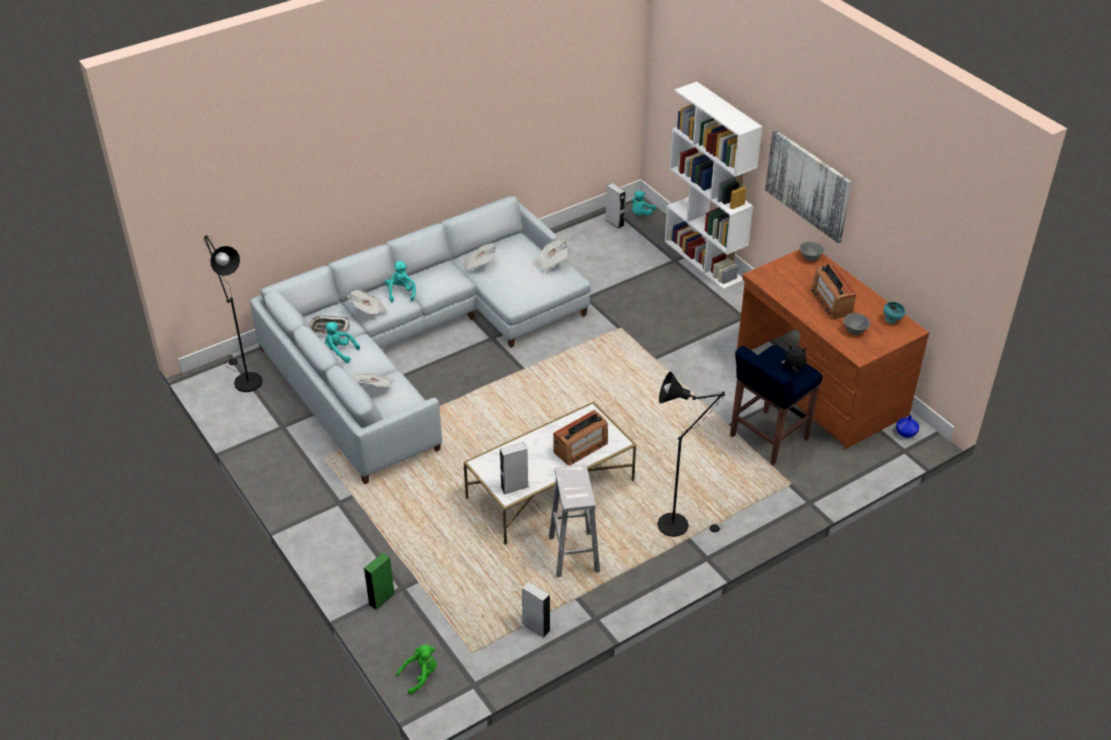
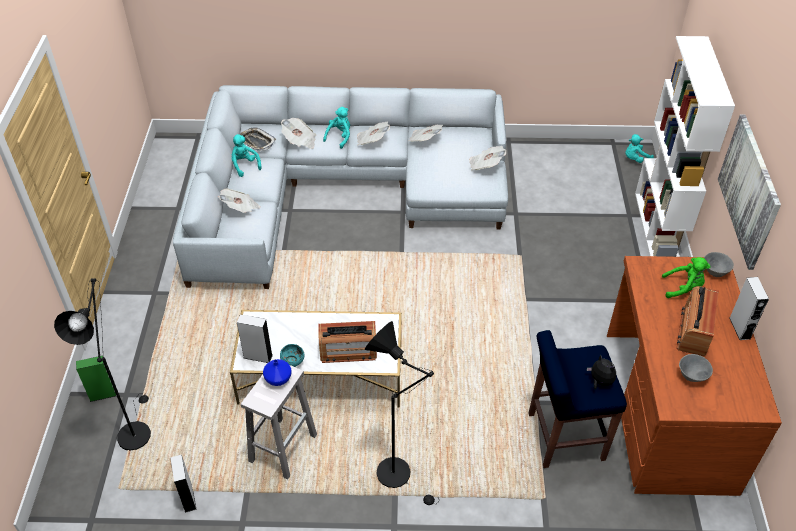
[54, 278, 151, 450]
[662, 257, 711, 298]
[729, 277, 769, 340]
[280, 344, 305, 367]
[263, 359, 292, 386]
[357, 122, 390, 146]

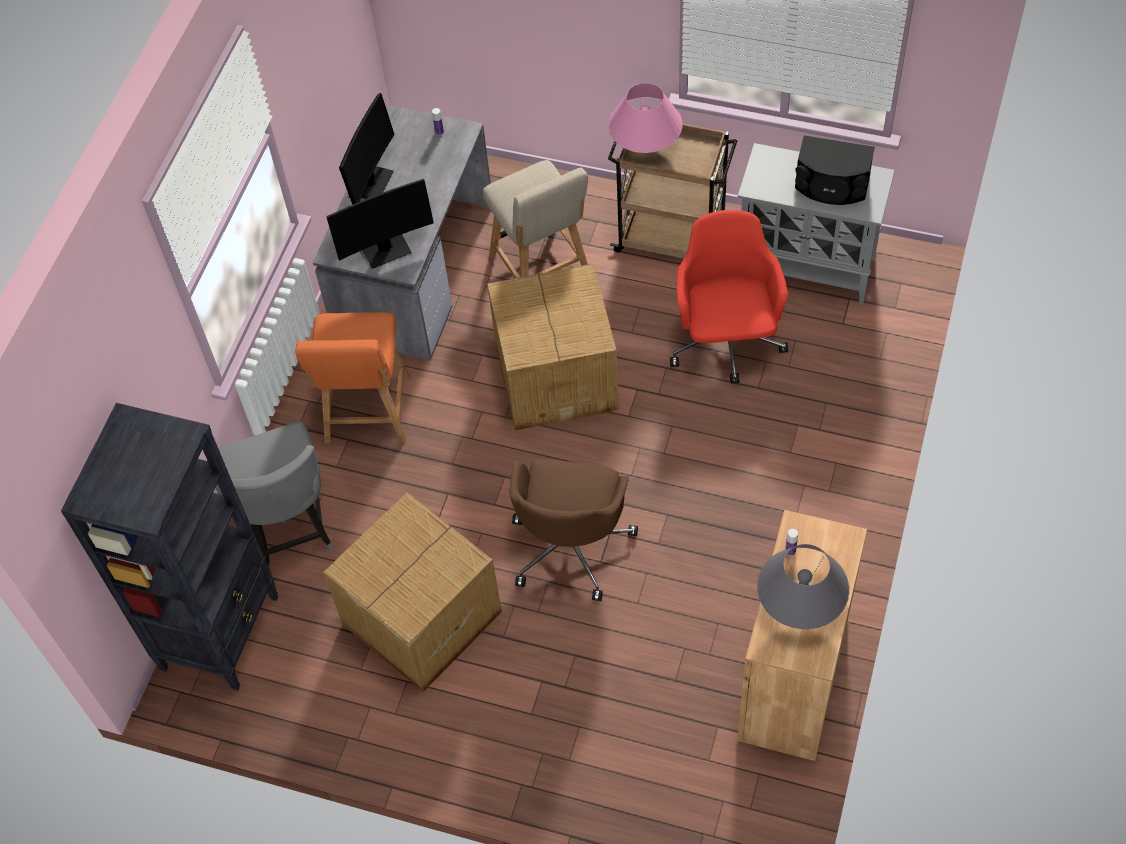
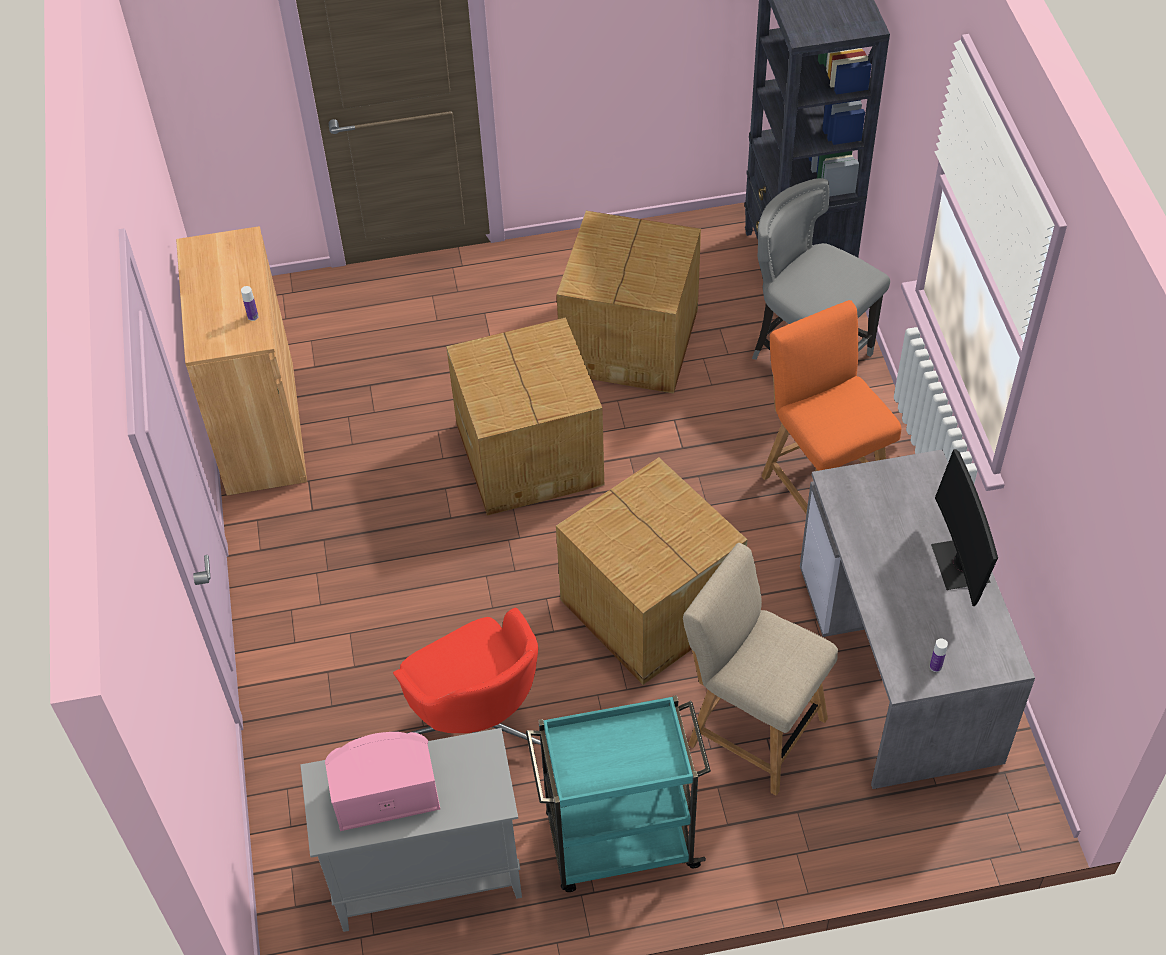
[326, 179, 434, 269] (first image)
[446, 317, 604, 516]
[608, 83, 683, 153] (first image)
[526, 695, 711, 892]
[757, 544, 849, 629] (first image)
[325, 732, 440, 831]

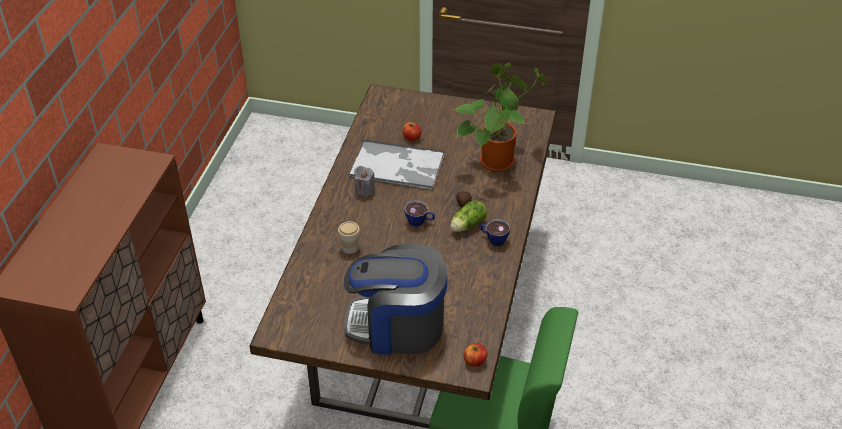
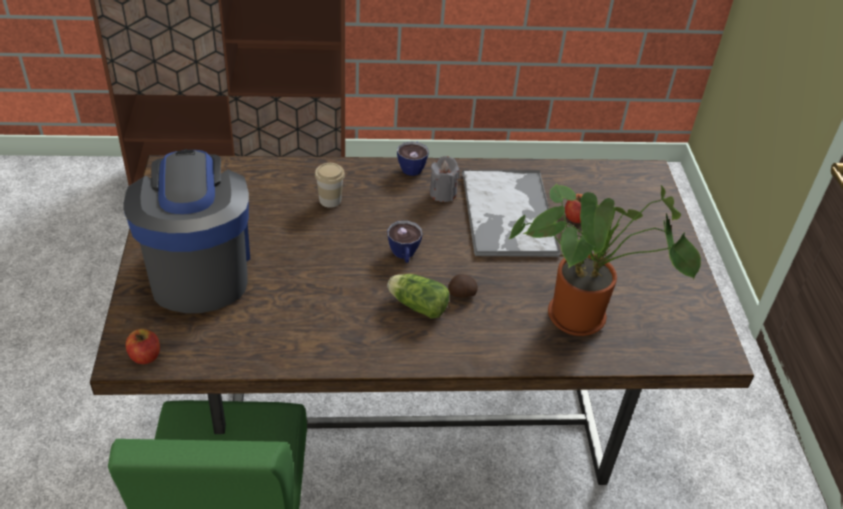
[397, 141, 429, 176]

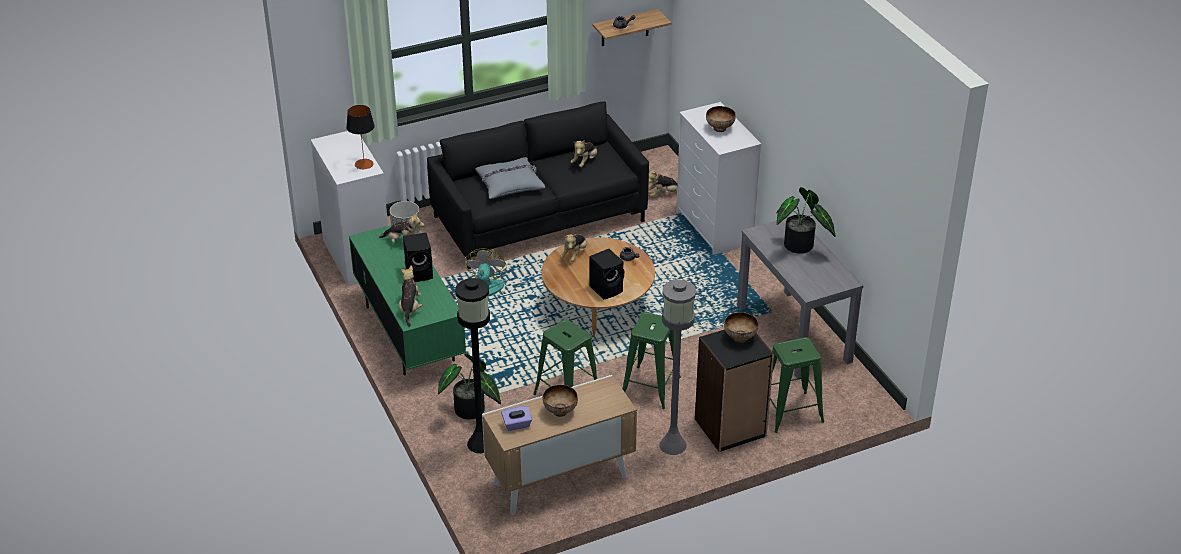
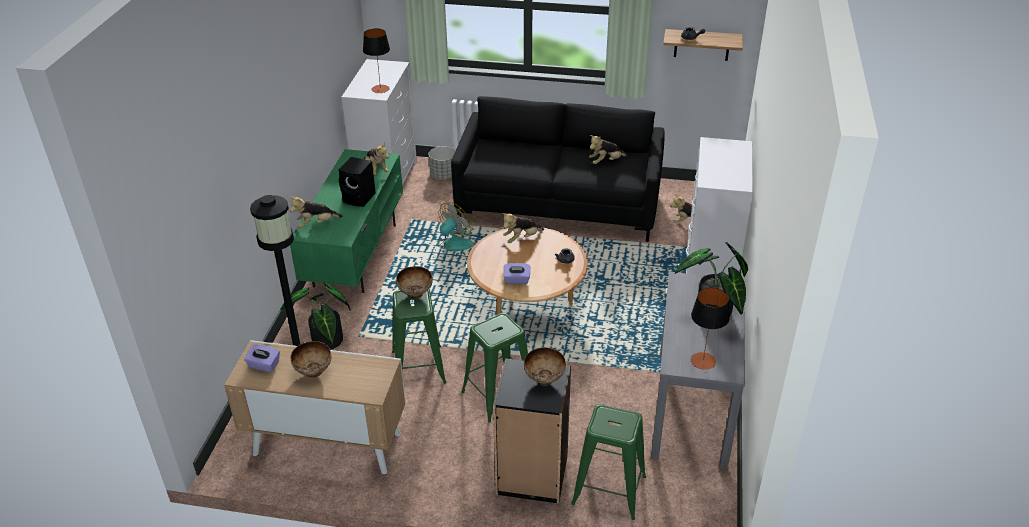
[289, 196, 343, 228]
[475, 157, 545, 199] (first image)
[504, 263, 530, 284]
[659, 280, 696, 455] (first image)
[396, 266, 433, 299]
[691, 287, 730, 370]

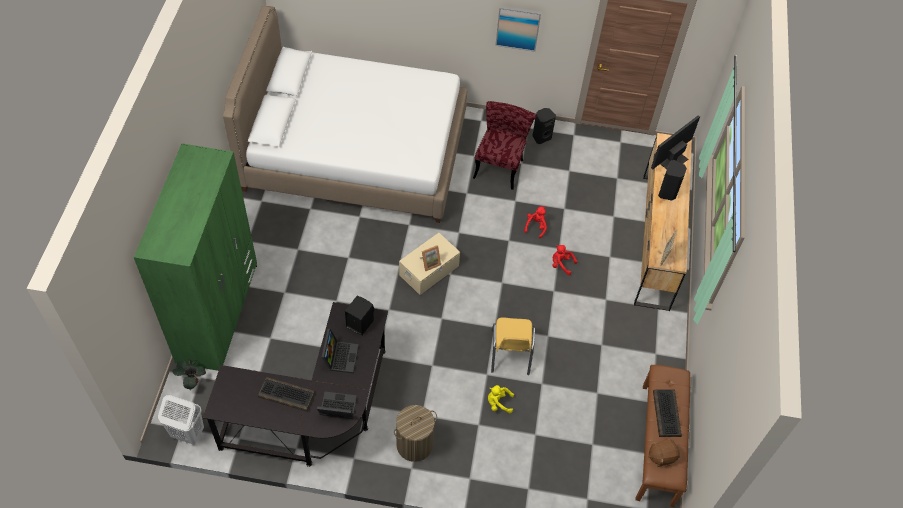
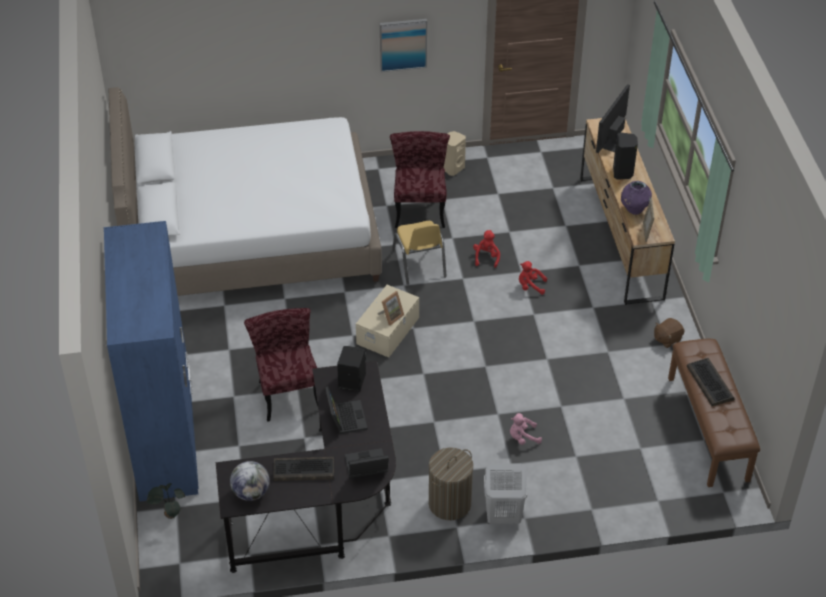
[104, 221, 199, 502]
[484, 464, 527, 524]
[510, 413, 542, 445]
[392, 221, 447, 285]
[444, 131, 466, 176]
[654, 318, 684, 348]
[230, 461, 270, 501]
[244, 308, 318, 422]
[621, 181, 652, 215]

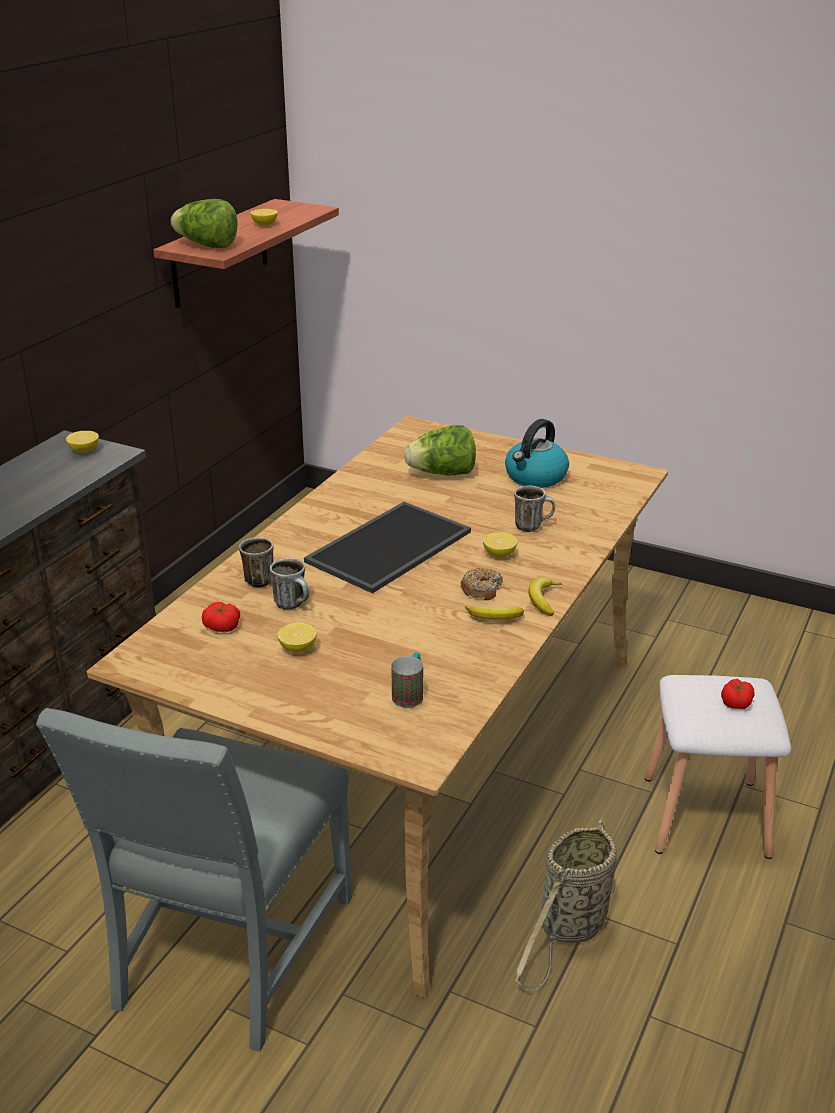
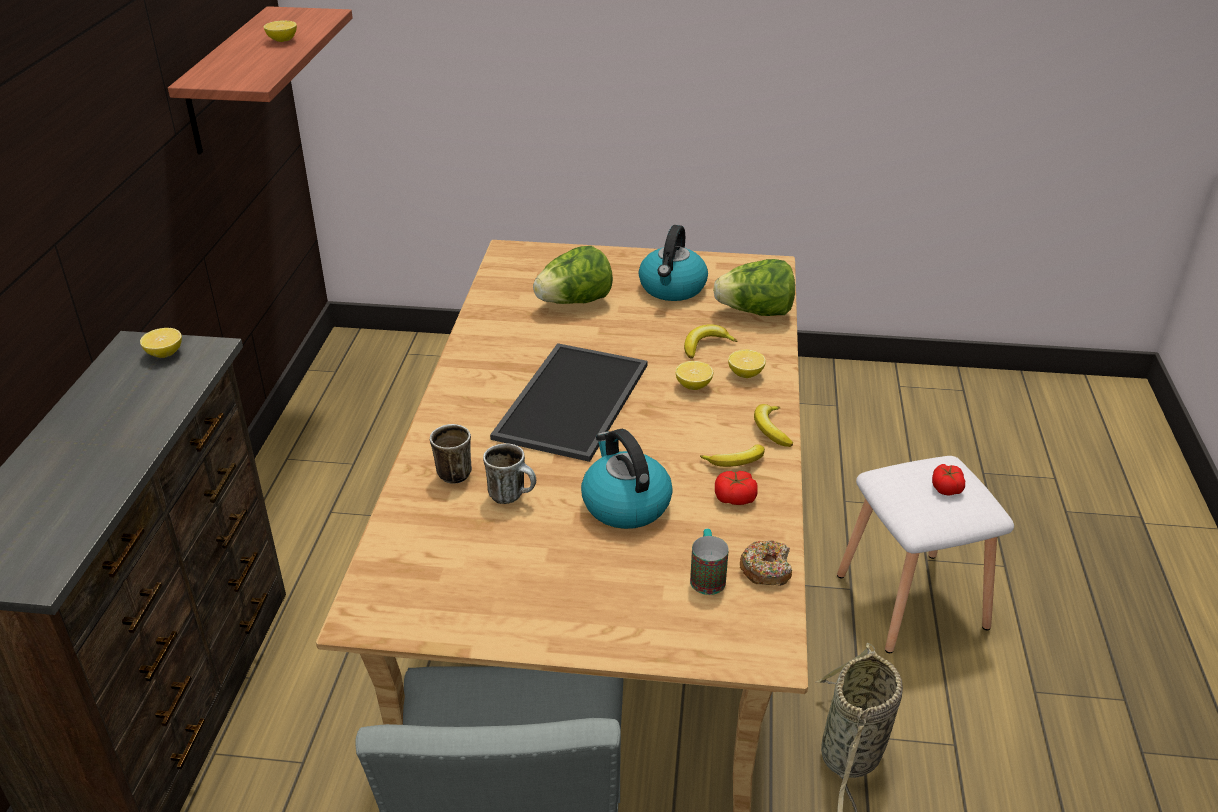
[713, 259, 795, 316]
[715, 471, 758, 505]
[728, 350, 766, 378]
[740, 540, 792, 586]
[684, 324, 737, 359]
[581, 429, 673, 529]

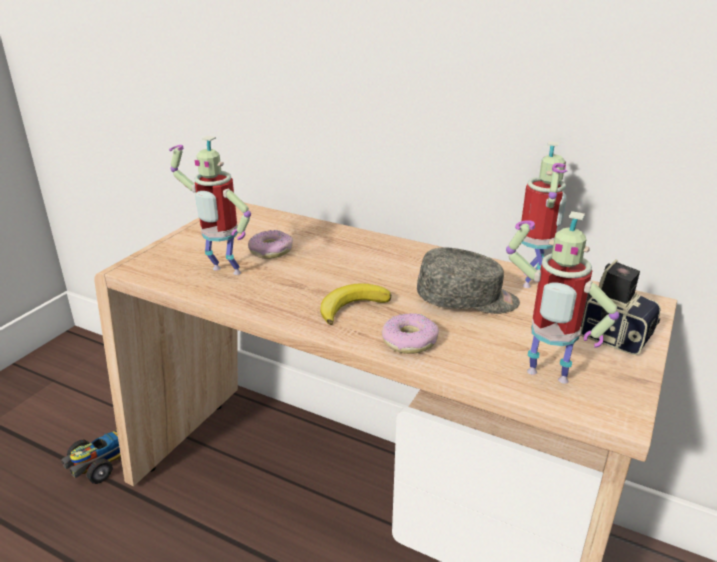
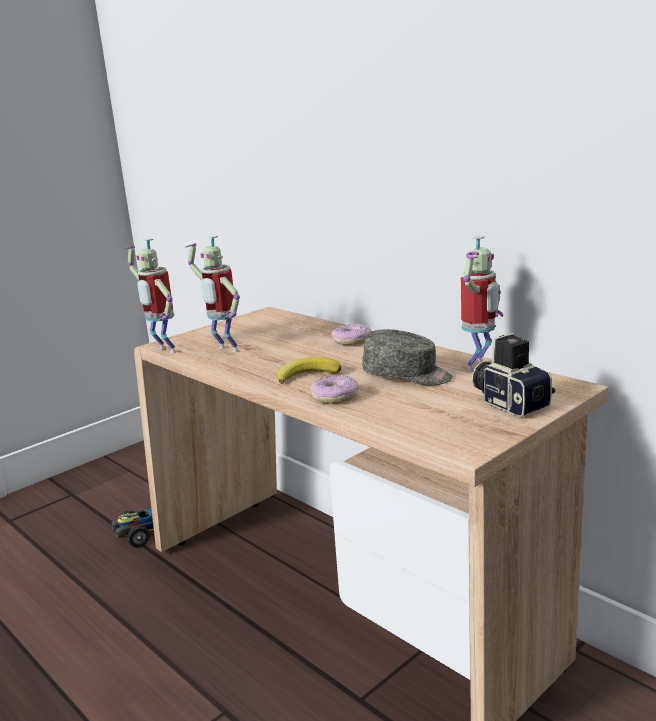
[332, 323, 371, 345]
[125, 238, 176, 353]

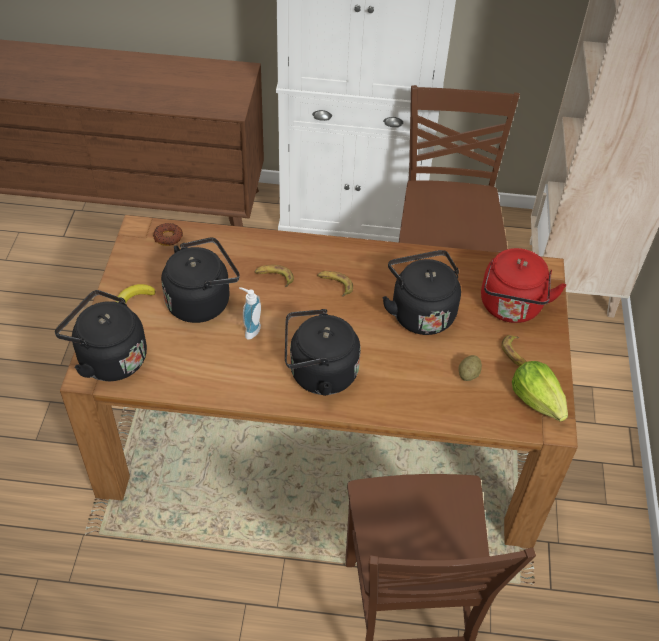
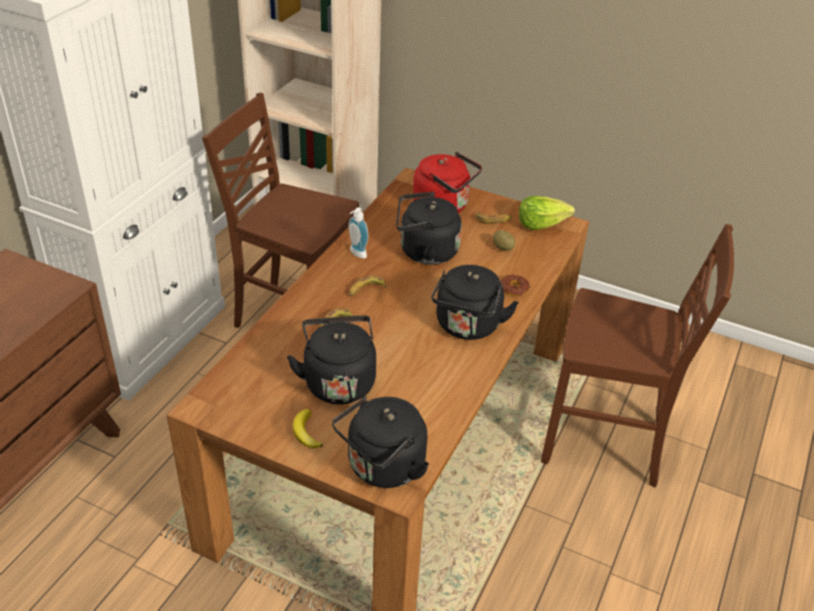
[500, 275, 530, 296]
[348, 207, 369, 258]

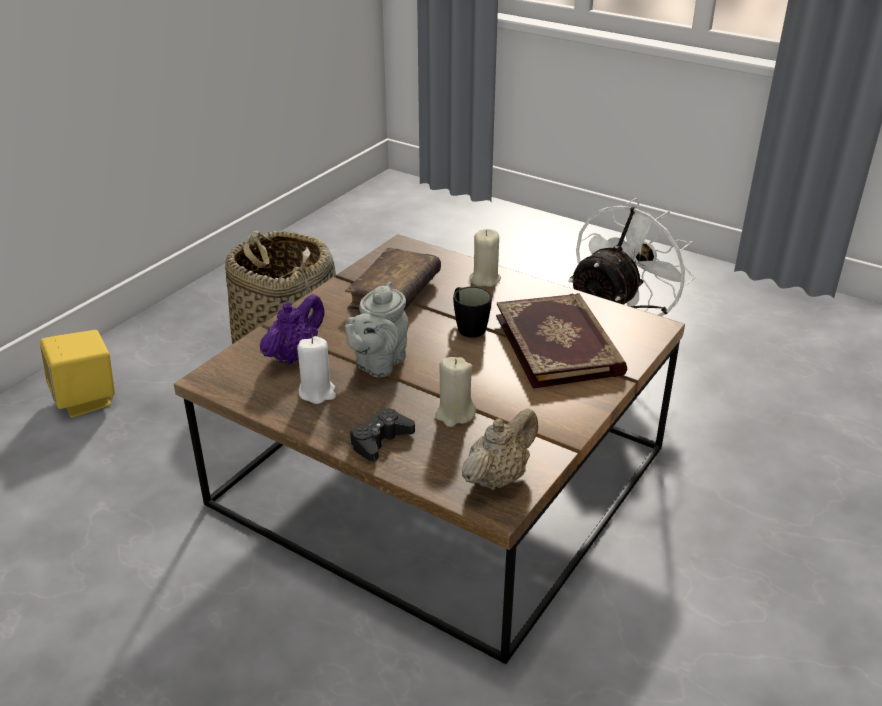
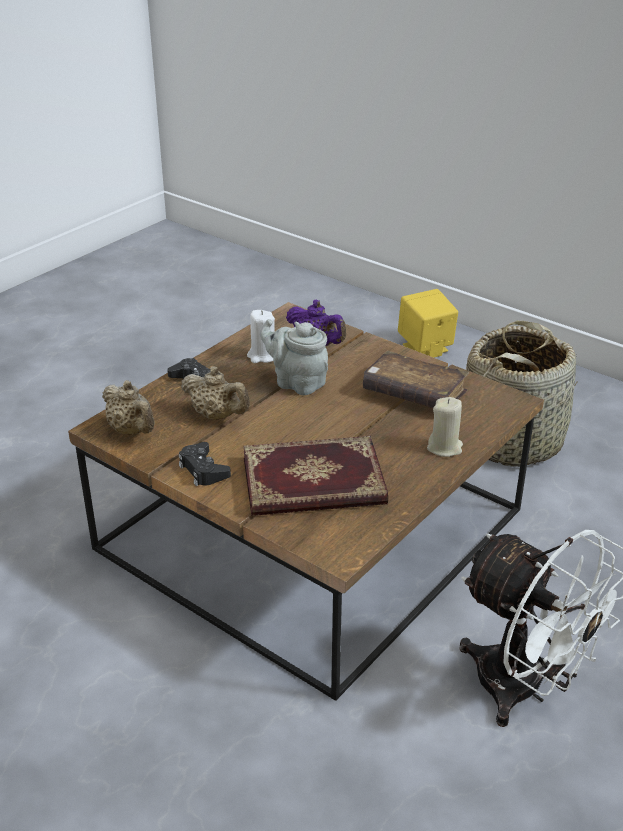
[181, 366, 250, 420]
[453, 286, 492, 338] (first image)
[179, 442, 231, 486]

